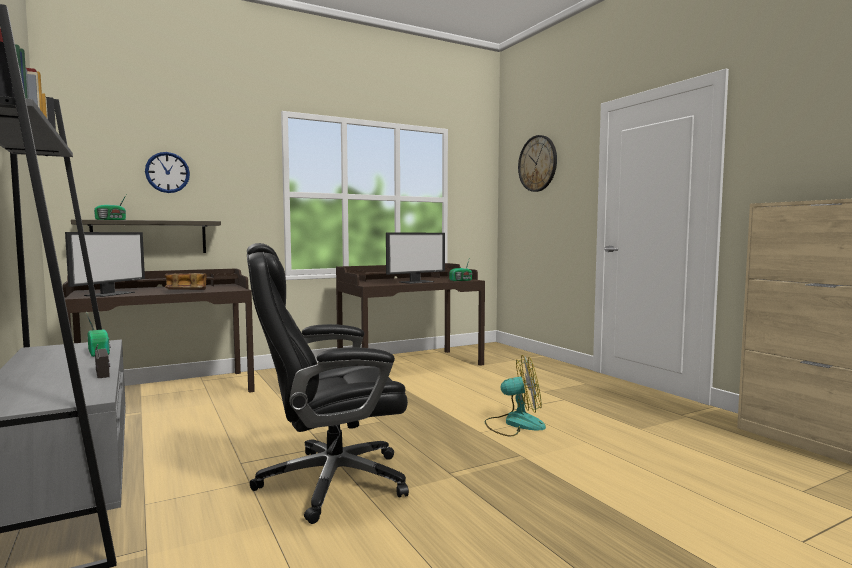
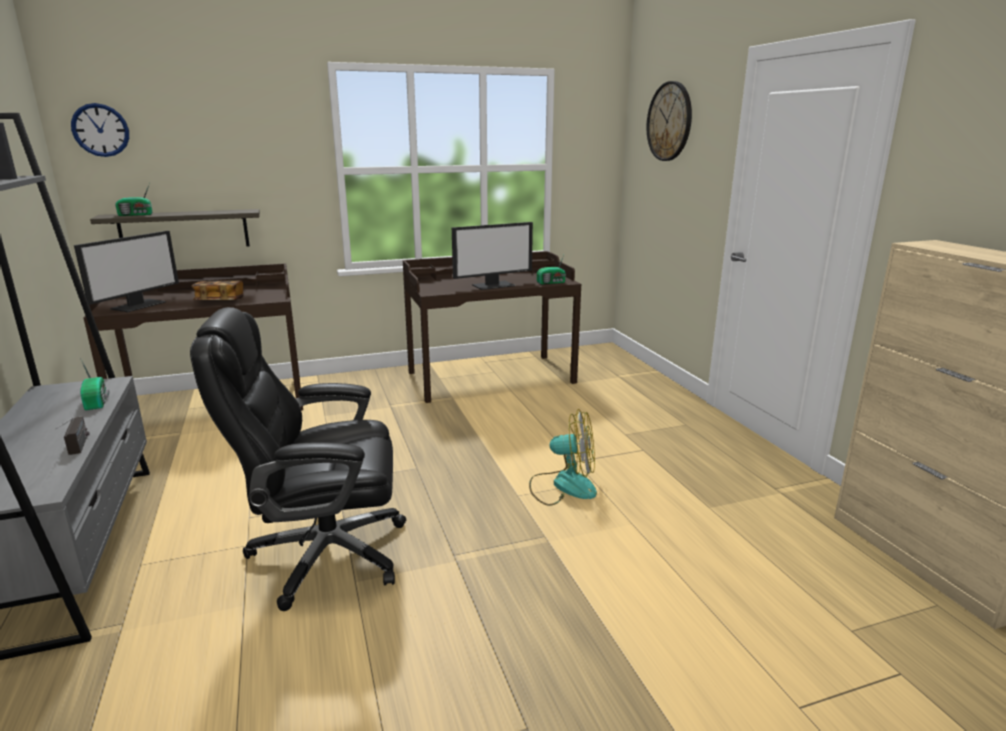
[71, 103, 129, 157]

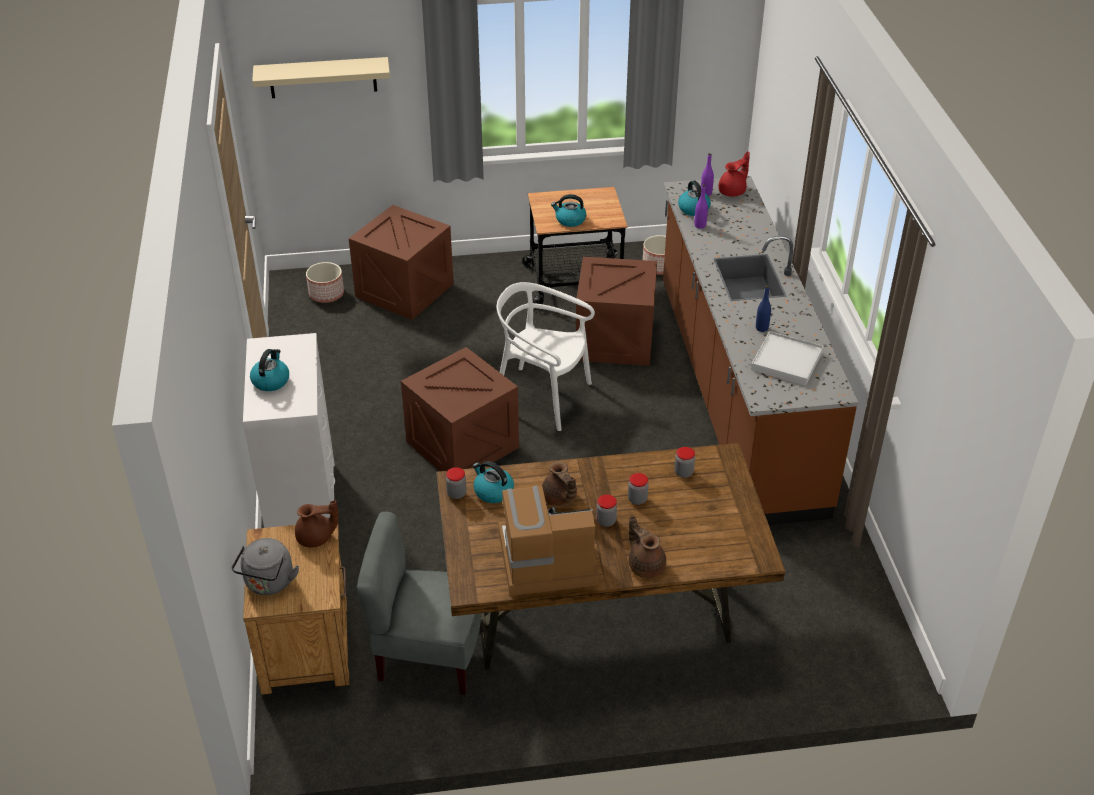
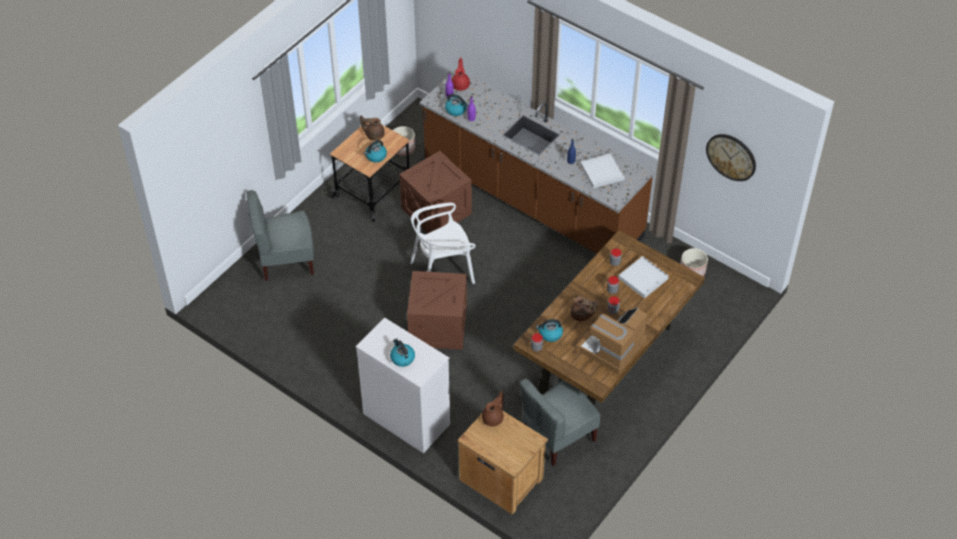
[232, 538, 299, 595] (first image)
[252, 57, 390, 98] (first image)
[681, 248, 708, 276]
[246, 190, 314, 281]
[360, 116, 385, 140]
[618, 256, 669, 298]
[706, 134, 756, 181]

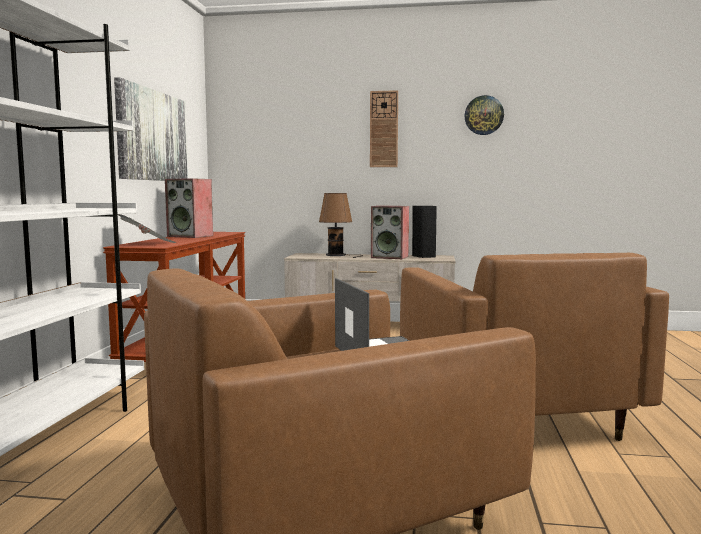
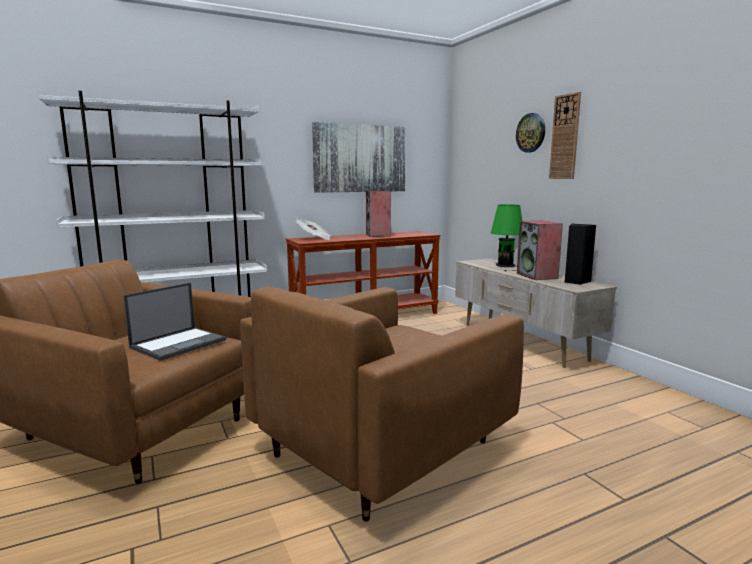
[490, 204, 522, 271]
[516, 113, 545, 153]

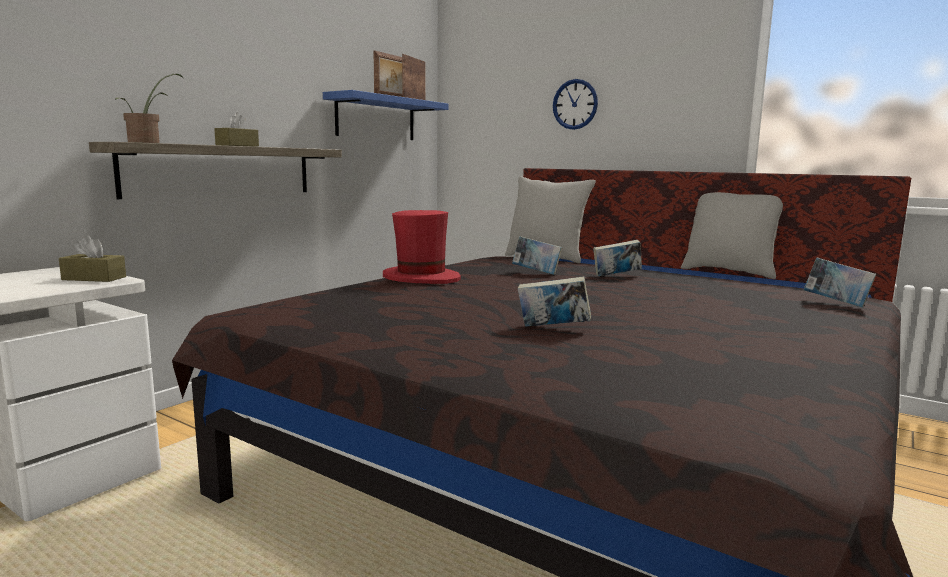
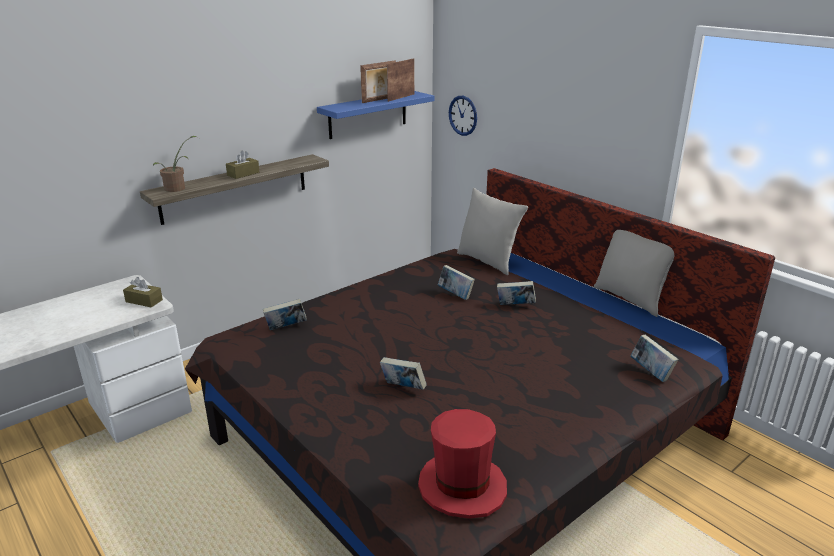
[418, 409, 507, 519]
[449, 96, 477, 136]
[263, 299, 307, 330]

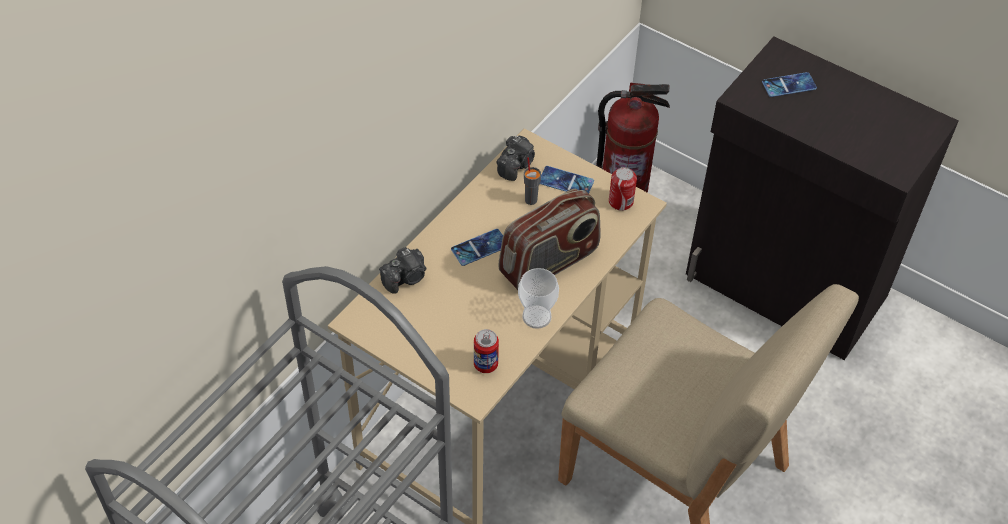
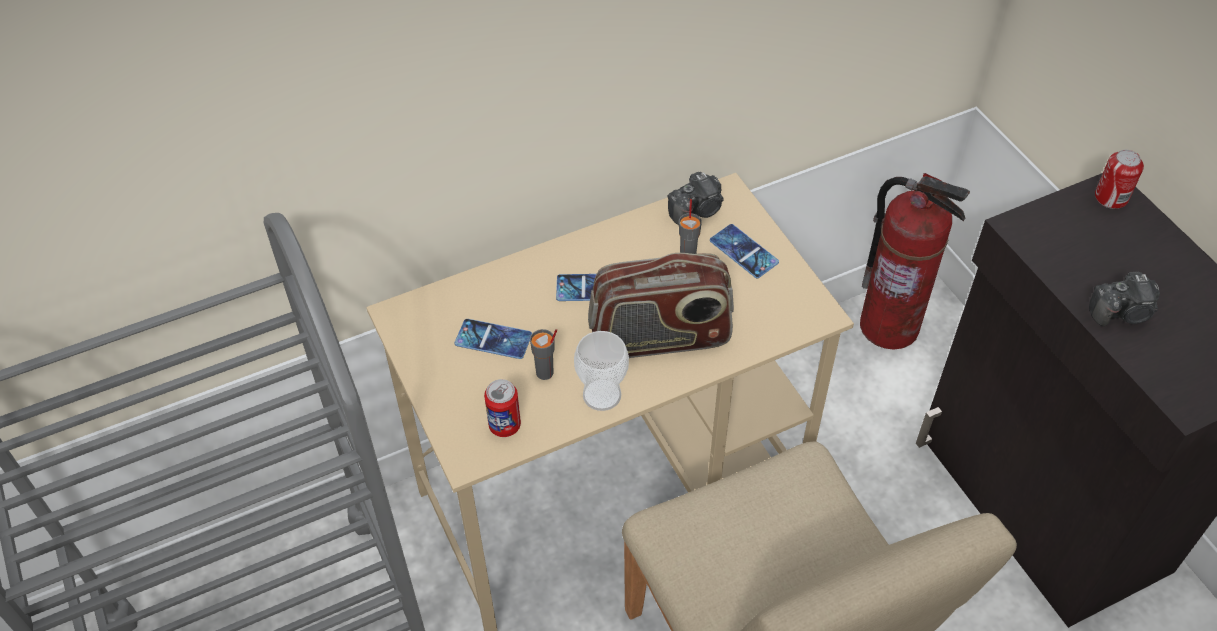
[1089, 272, 1160, 326]
[1095, 150, 1144, 209]
[454, 319, 532, 359]
[530, 329, 557, 380]

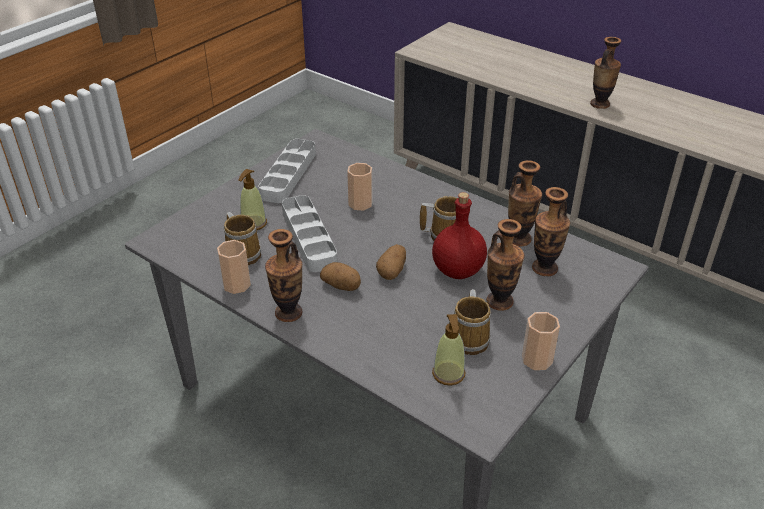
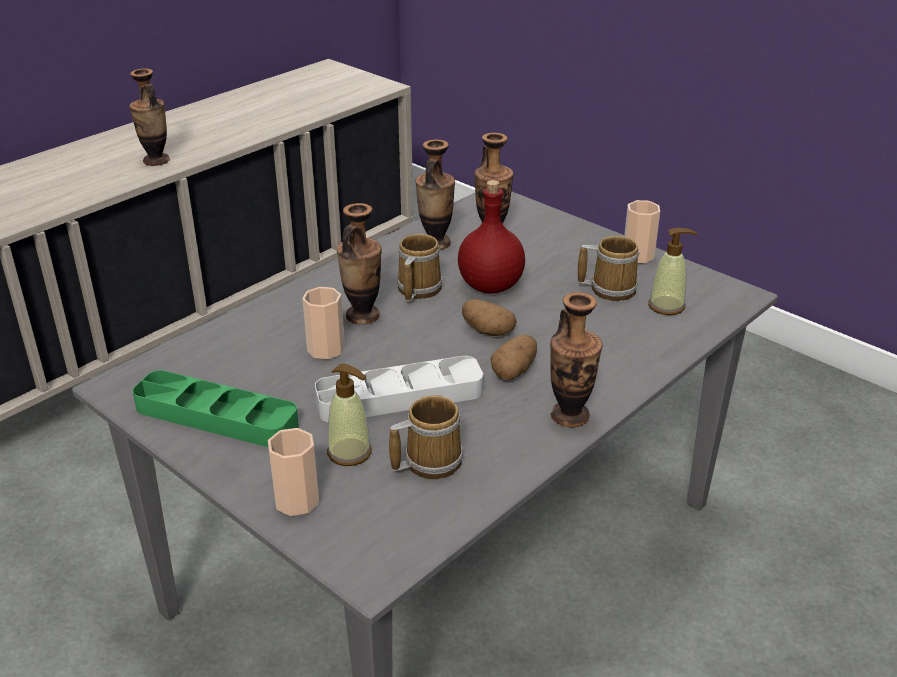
[268, 428, 319, 516]
[132, 370, 299, 447]
[337, 203, 382, 324]

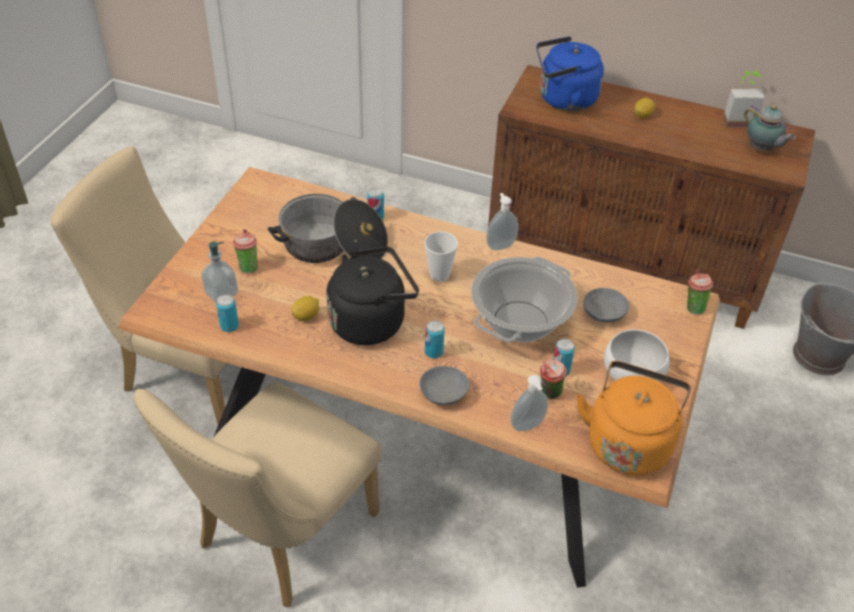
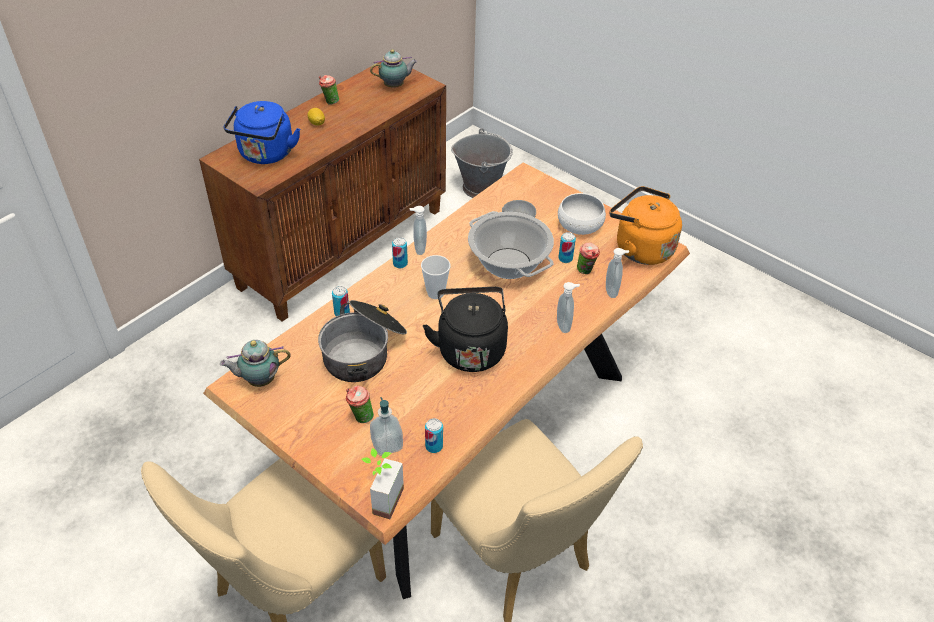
[291, 296, 319, 321] (first image)
[557, 282, 580, 333]
[392, 237, 408, 268]
[319, 75, 339, 105]
[361, 448, 404, 519]
[220, 340, 291, 387]

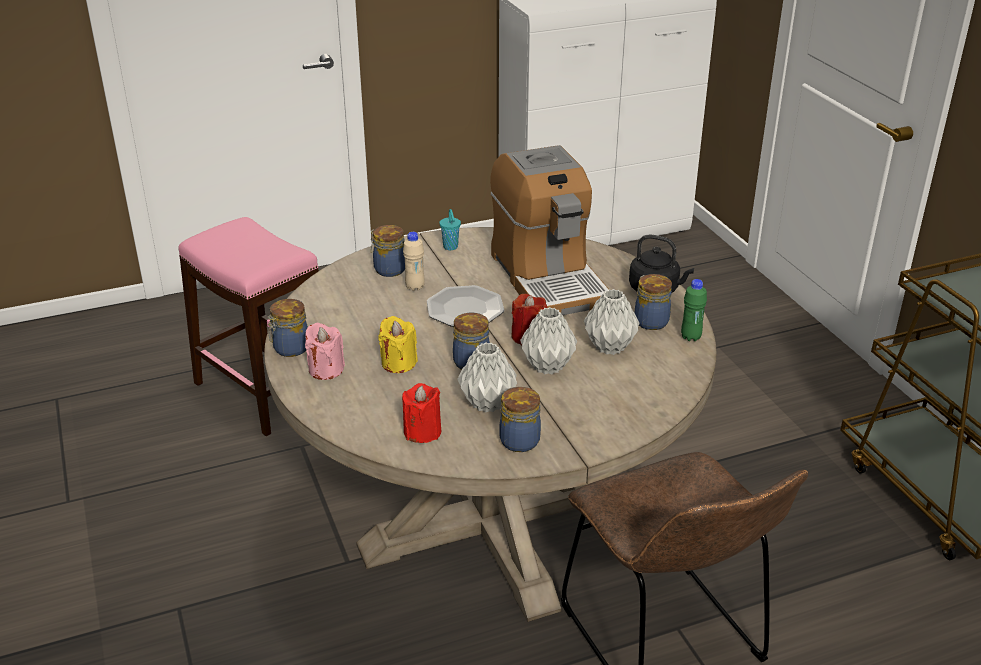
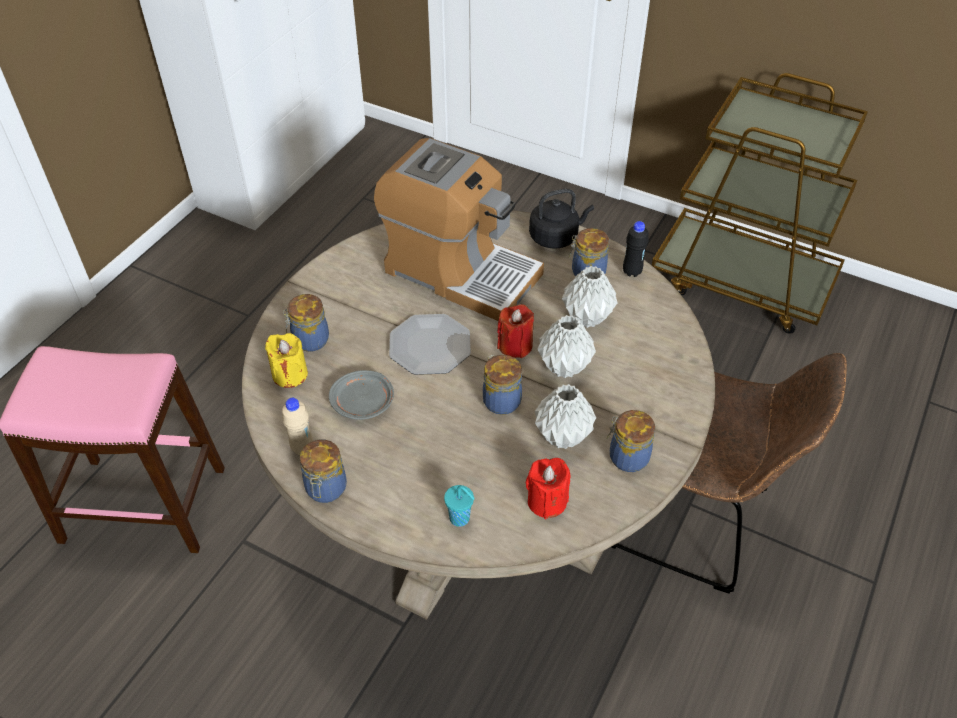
[305, 323, 345, 380] (first image)
[265, 333, 308, 388]
[282, 398, 313, 455]
[444, 485, 475, 527]
[623, 221, 648, 277]
[329, 370, 394, 420]

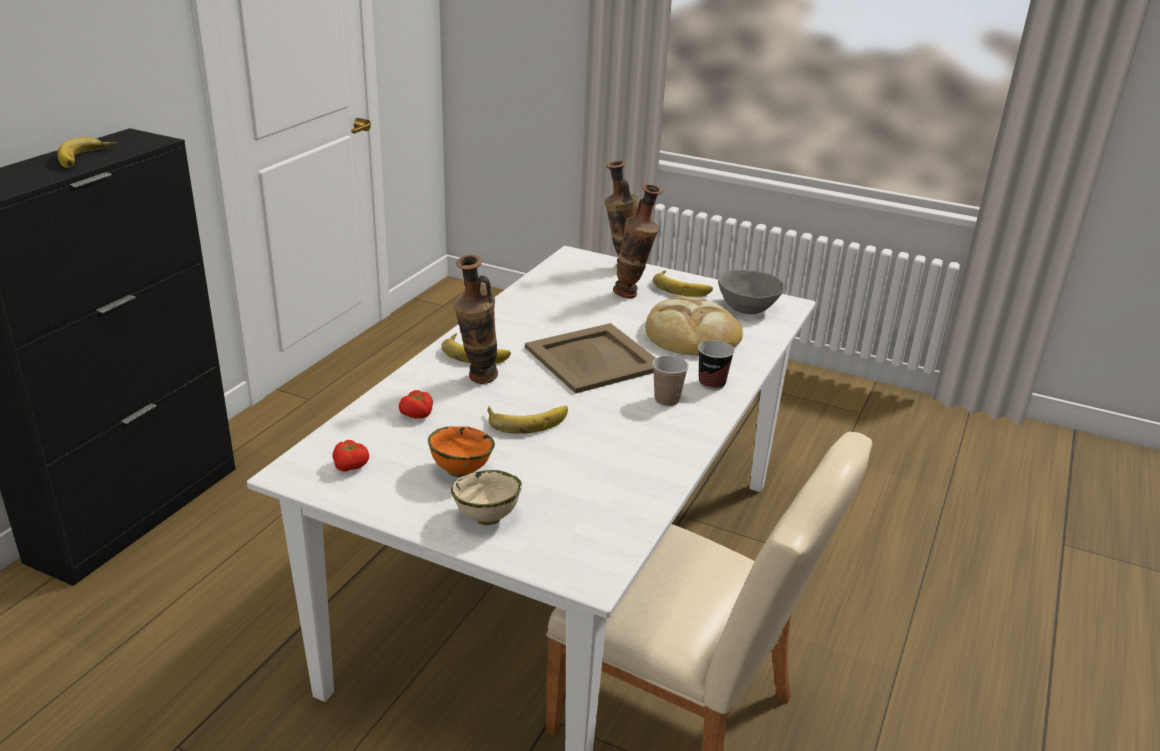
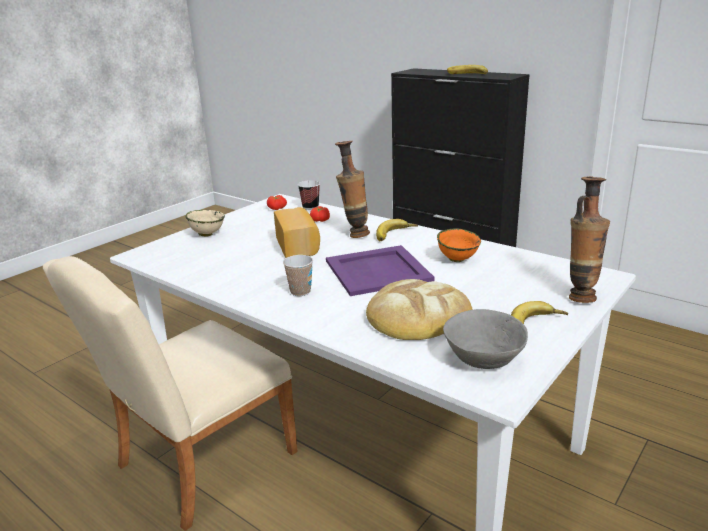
[437, 228, 481, 262]
[274, 207, 320, 258]
[326, 245, 434, 296]
[613, 184, 663, 298] (first image)
[298, 180, 320, 210]

